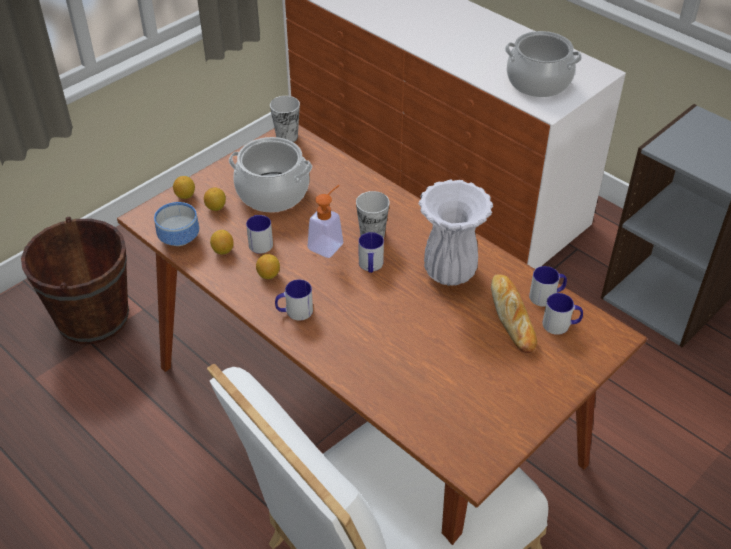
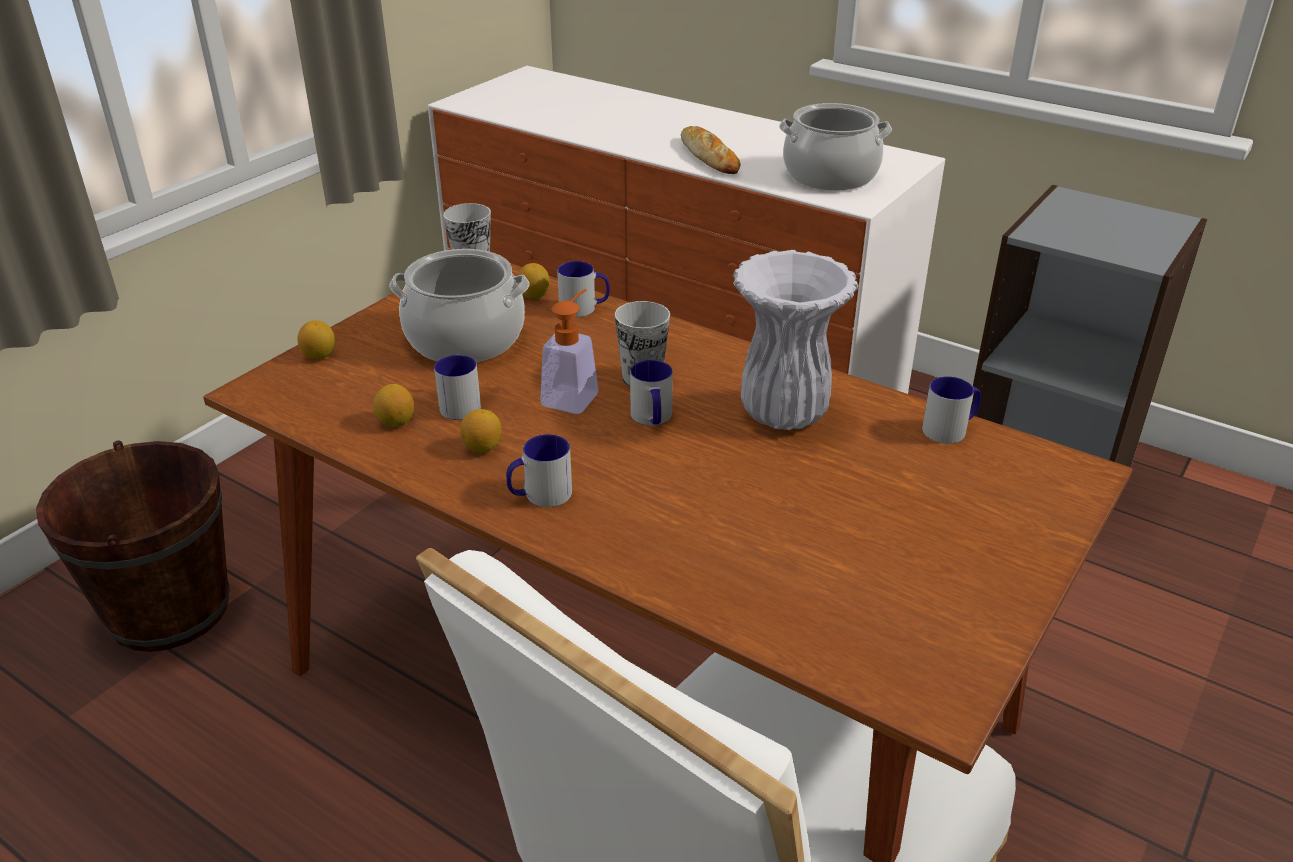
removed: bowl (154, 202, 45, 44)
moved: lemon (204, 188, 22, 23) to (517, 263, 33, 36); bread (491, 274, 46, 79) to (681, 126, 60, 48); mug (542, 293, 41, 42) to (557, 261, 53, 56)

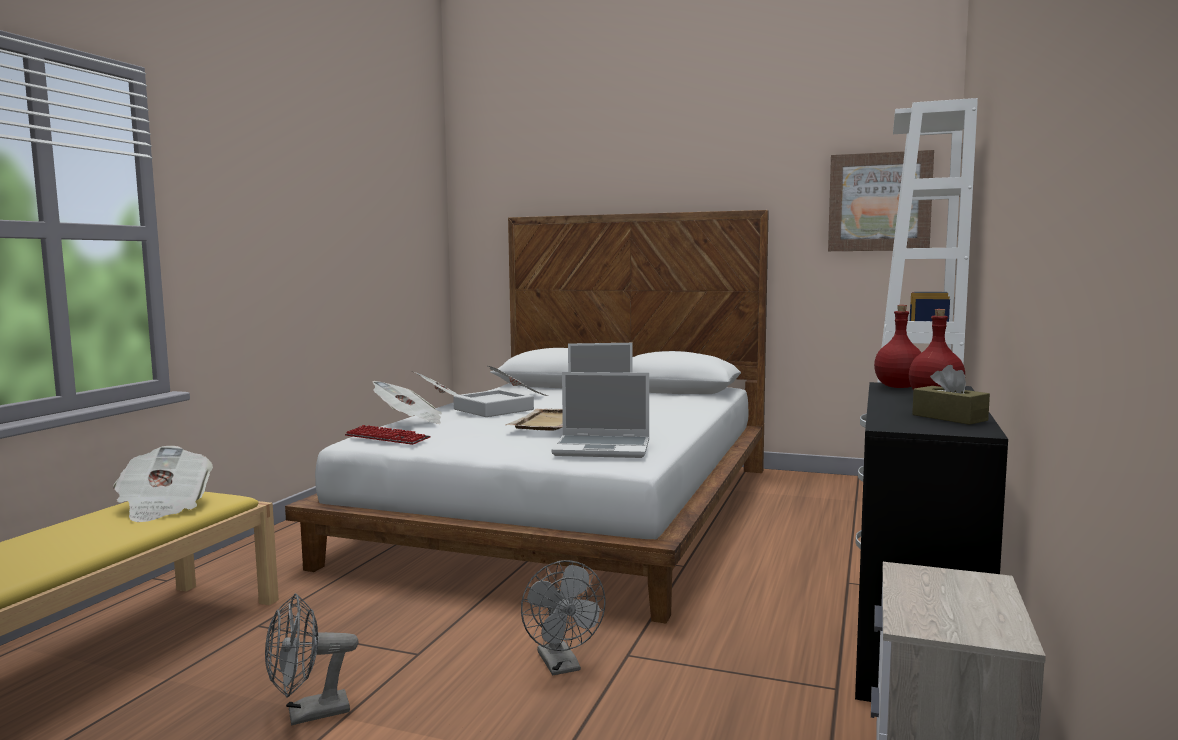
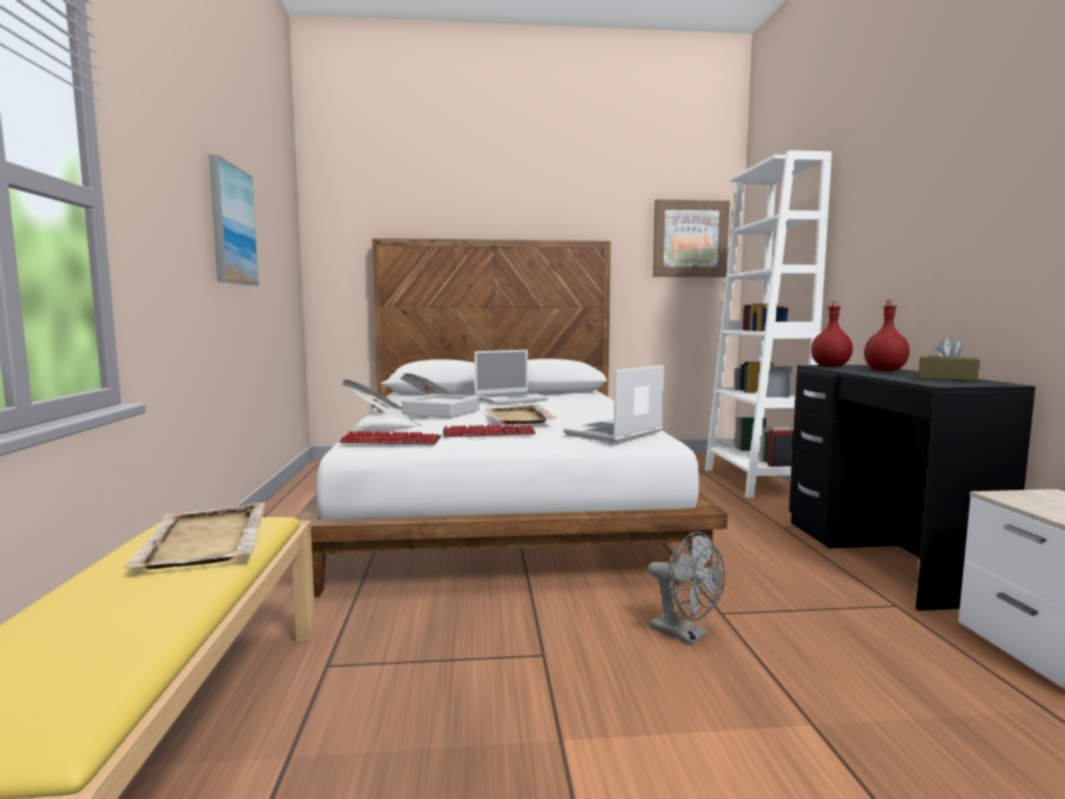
removed: grey fan (265, 593, 94, 133)
added: picture (209, 155, 50, 131); keyboard (443, 424, 93, 13)
replaced: newspaper (113, 446, 100, 76) to beige tray (124, 502, 142, 67)
turned: laptop (552, 372, 97, 86) = (563, 365, 101, 78) 150 degrees clockwise

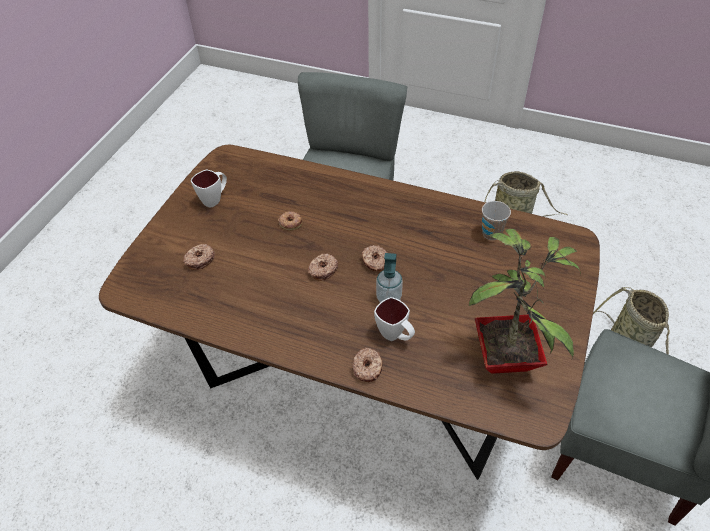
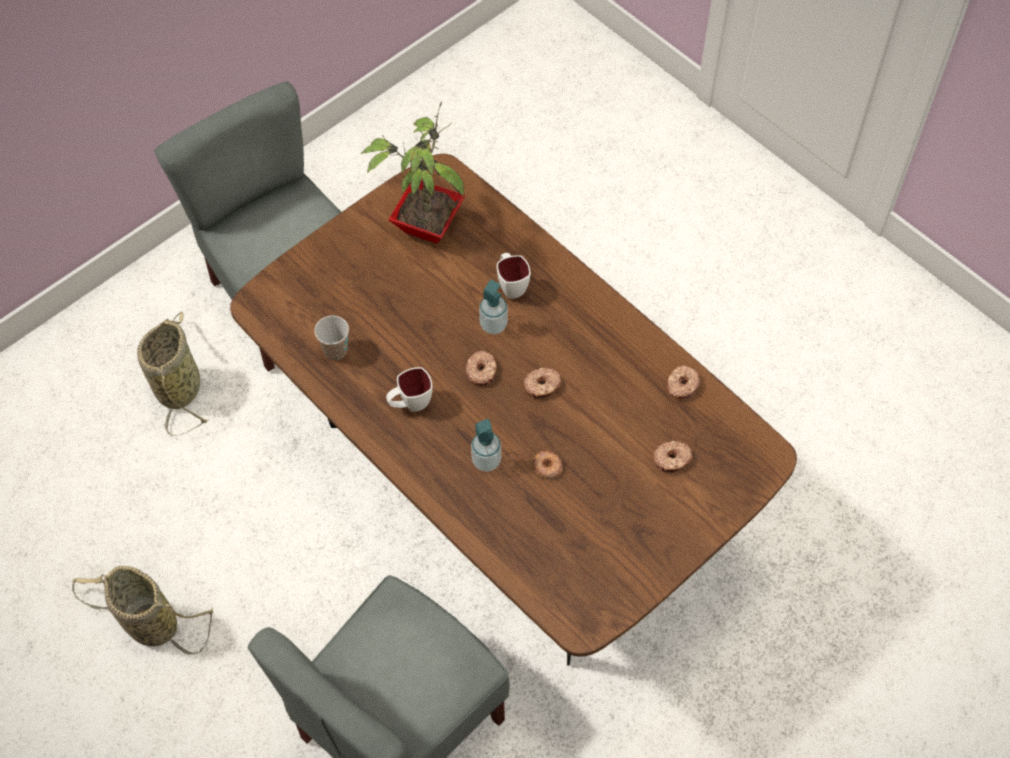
added: soap dispenser (471, 419, 30, 53)
moved: white mug (191, 170, 36, 38) to (386, 367, 46, 45); donut (352, 348, 31, 34) to (667, 365, 33, 35)

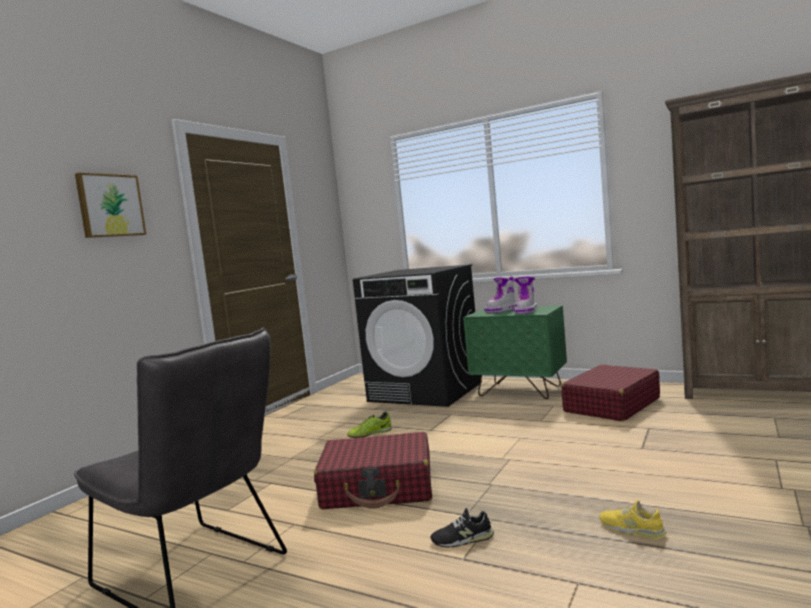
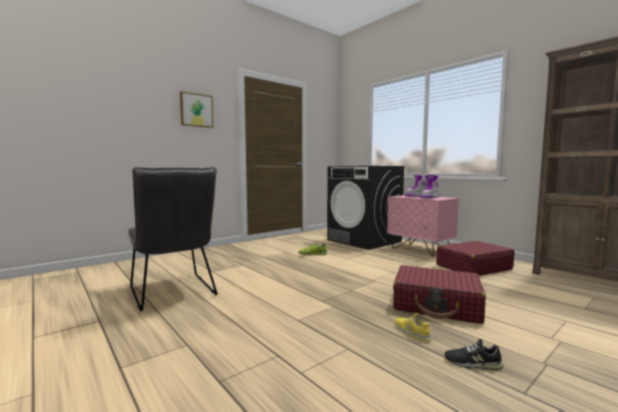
moved: red suitcase (314, 432, 118, 77) to (393, 265, 93, 59); black shoe (430, 508, 64, 39) to (445, 339, 59, 31)
recoloured: green nightstand (463, 305, 104, 94) to pink nightstand (387, 195, 72, 62)

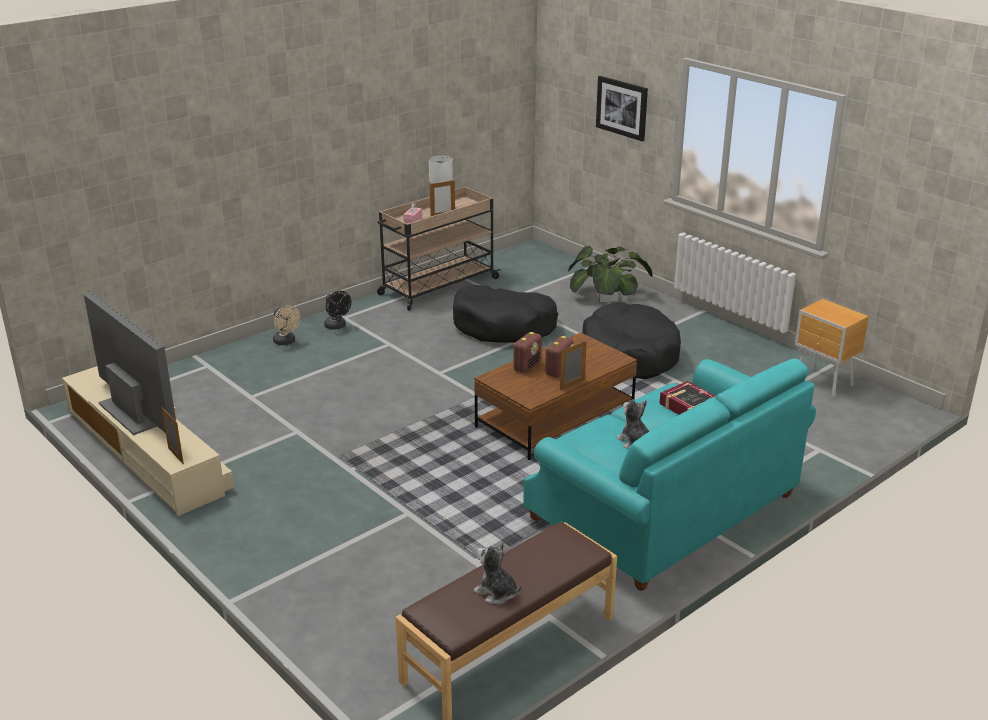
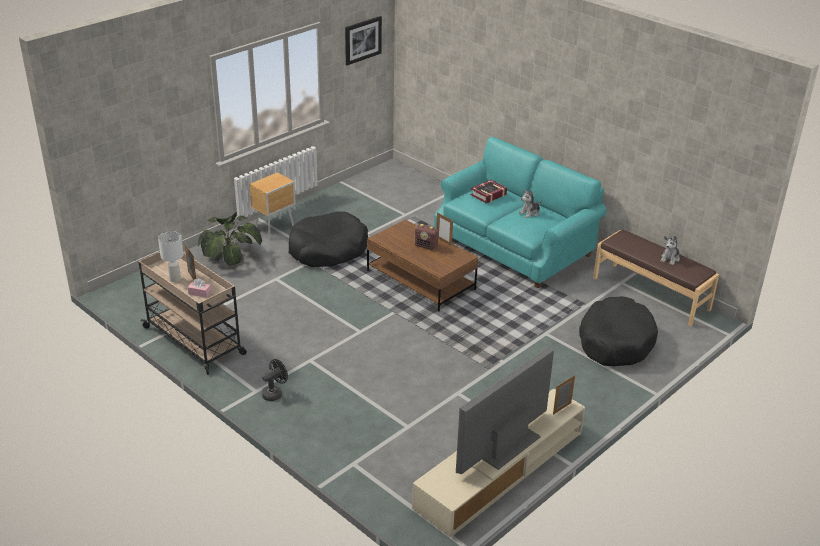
removed: beige fan (273, 305, 28, 40); radio (513, 332, 29, 41)
moved: black dog bed (453, 285, 105, 57) to (579, 296, 79, 70); picture (596, 76, 52, 65) to (345, 16, 37, 50); brown nightstand (795, 299, 74, 98) to (249, 172, 47, 67)

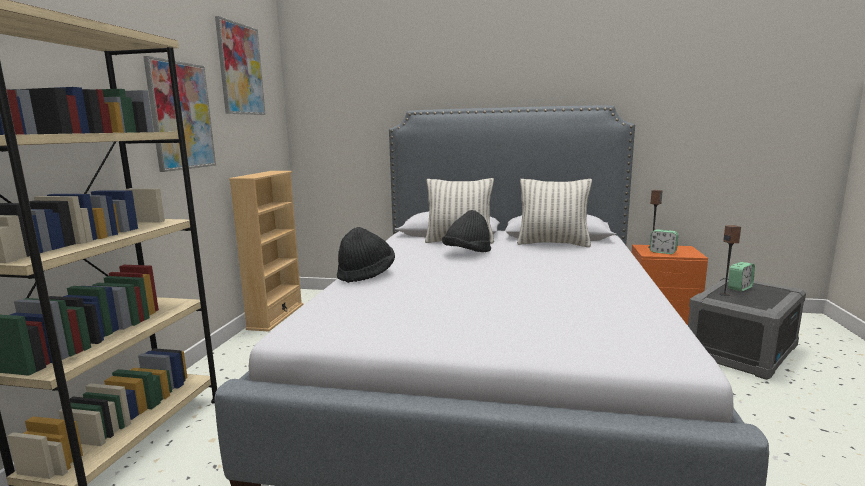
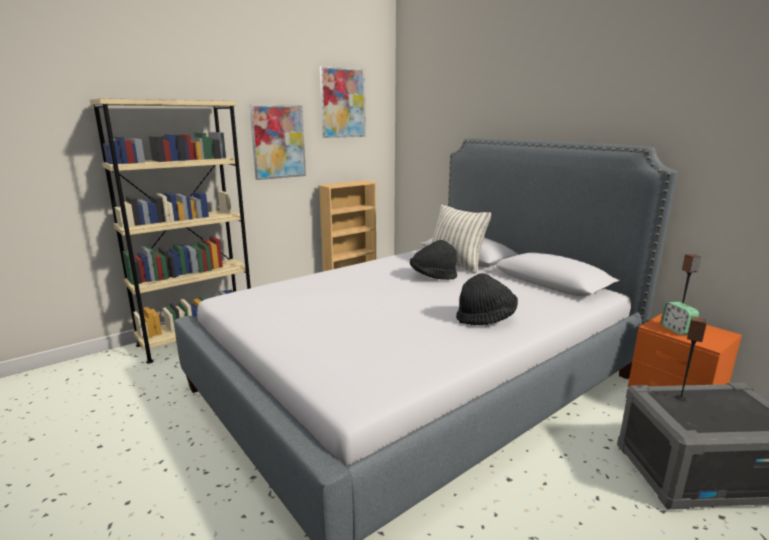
removed: pillow (517, 179, 75, 68); alarm clock (728, 262, 27, 29)
moved: black hat (337, 227, 58, 56) to (456, 273, 62, 52)

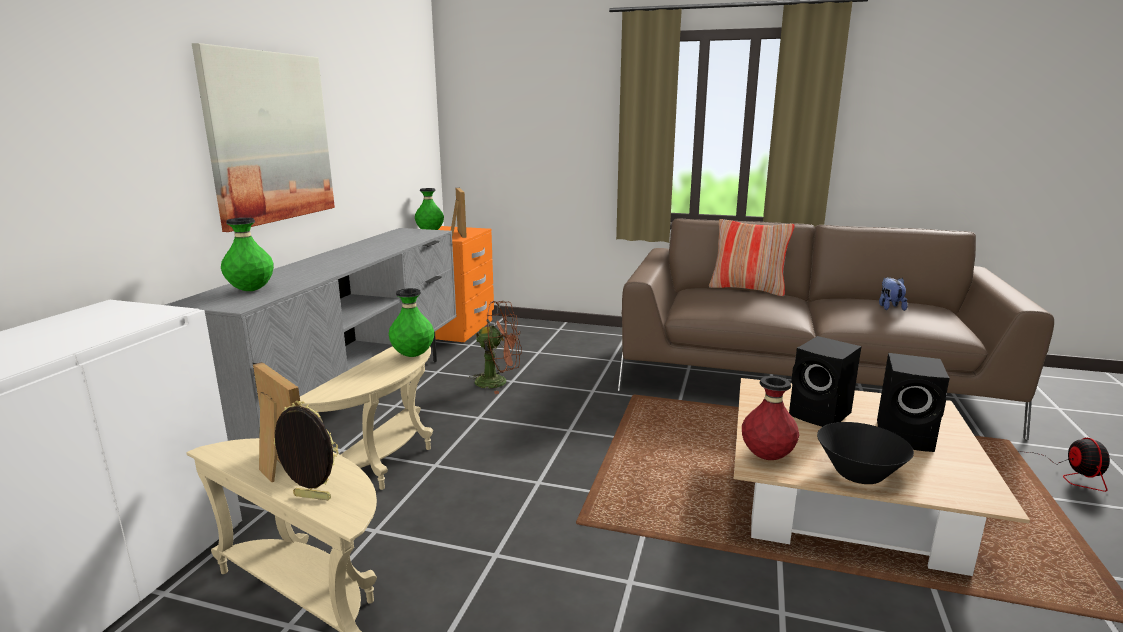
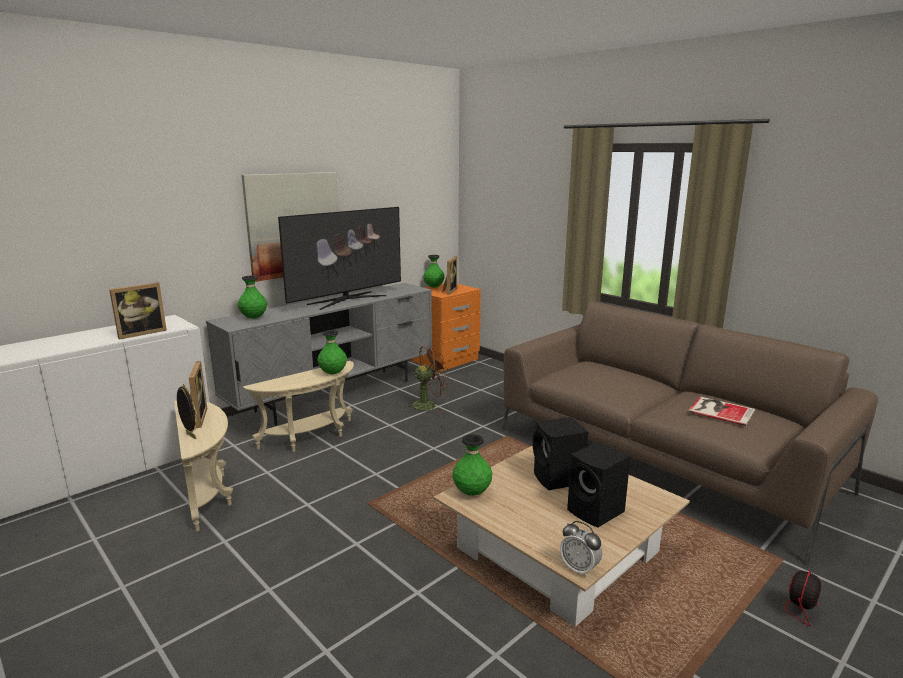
removed: pillow (709, 219, 86, 77); black bowl (817, 422, 97, 62)
added: picture frame (109, 282, 58, 58); television (278, 207, 123, 103); alarm clock (560, 521, 42, 57)
replaced: plush toy (879, 277, 29, 34) to book (688, 396, 67, 30)
recoloured: red vase (742, 376, 57, 84) to green vase (452, 434, 41, 62)
turned: brown fan (468, 301, 54, 93) = (404, 345, 46, 67) 60 degrees counterclockwise

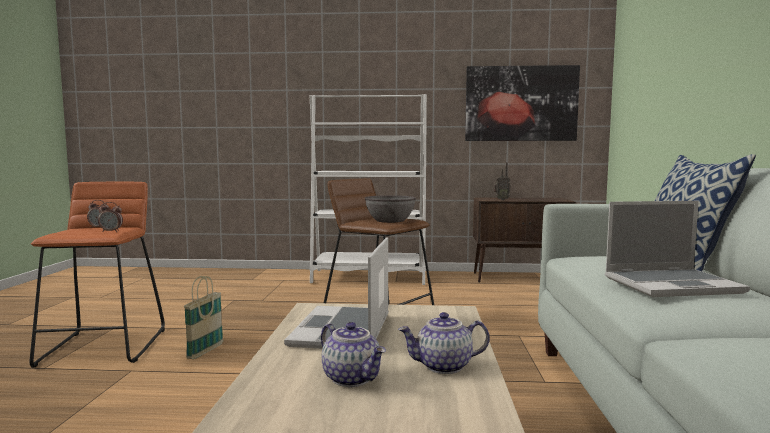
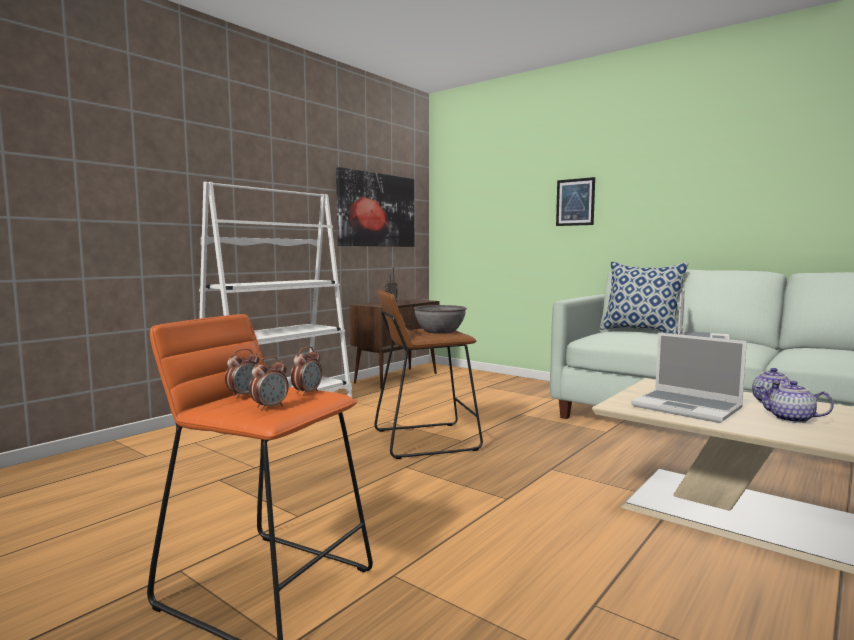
removed: basket (184, 276, 39, 83)
added: alarm clock (249, 356, 40, 55); picture (556, 177, 39, 49)
turned: teapot (321, 322, 65, 65) = (755, 381, 79, 42) 135 degrees counterclockwise

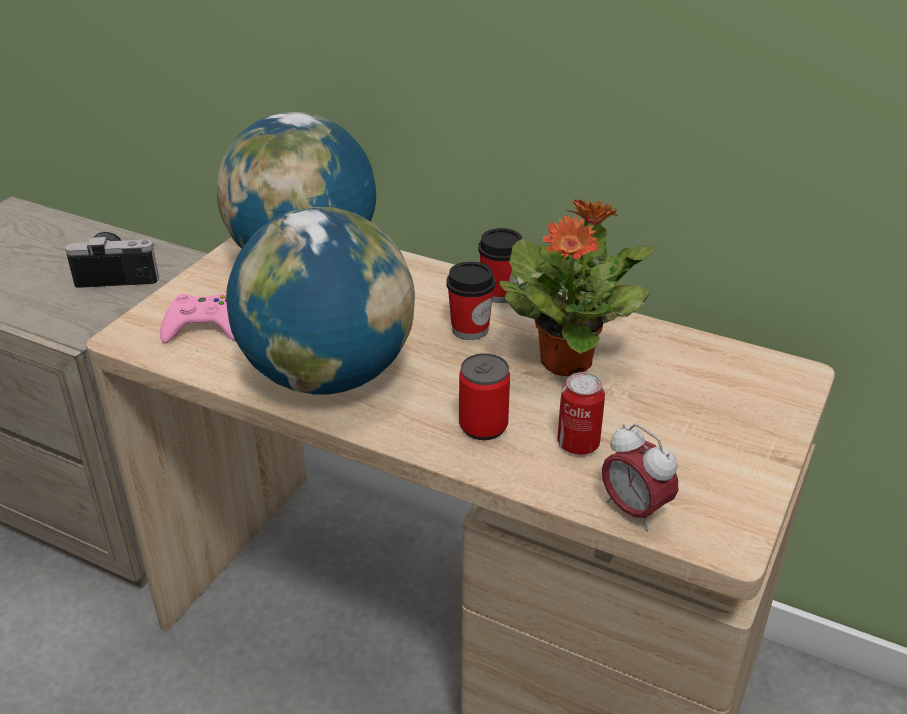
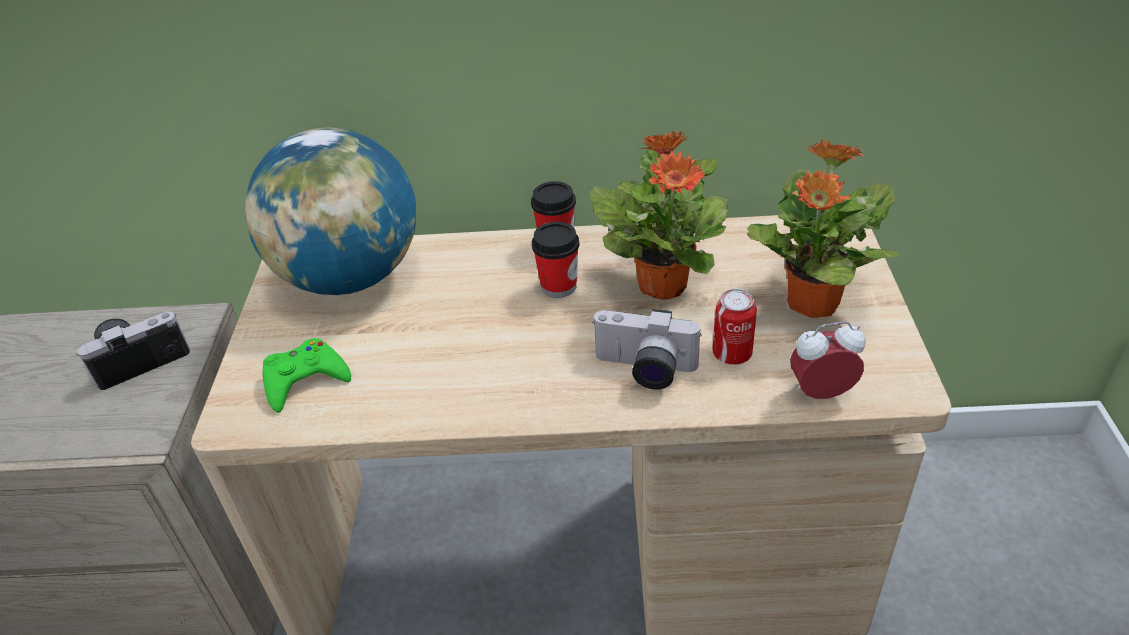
removed: globe (226, 207, 189, 187)
added: potted plant (747, 139, 152, 179)
replaced: can (459, 353, 51, 87) to photo camera (592, 309, 110, 81)
recoloured: pink game controller (160, 294, 75, 49) to green game controller (263, 338, 88, 75)
turned: alarm clock (602, 424, 76, 107) = (790, 321, 76, 78) 150 degrees clockwise

